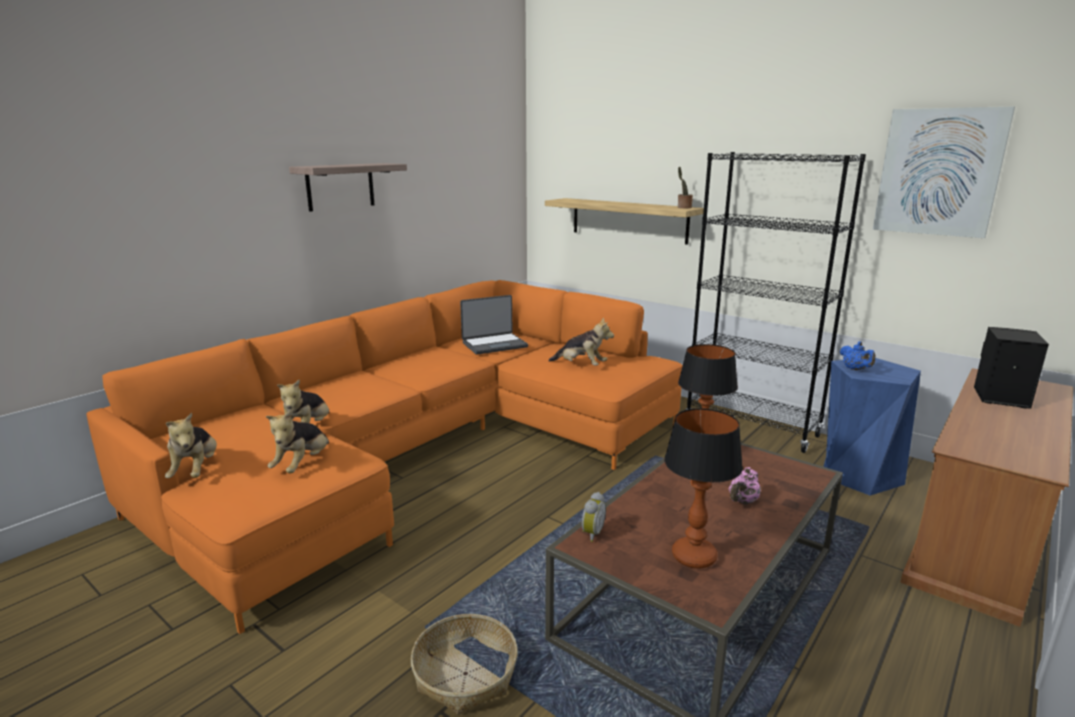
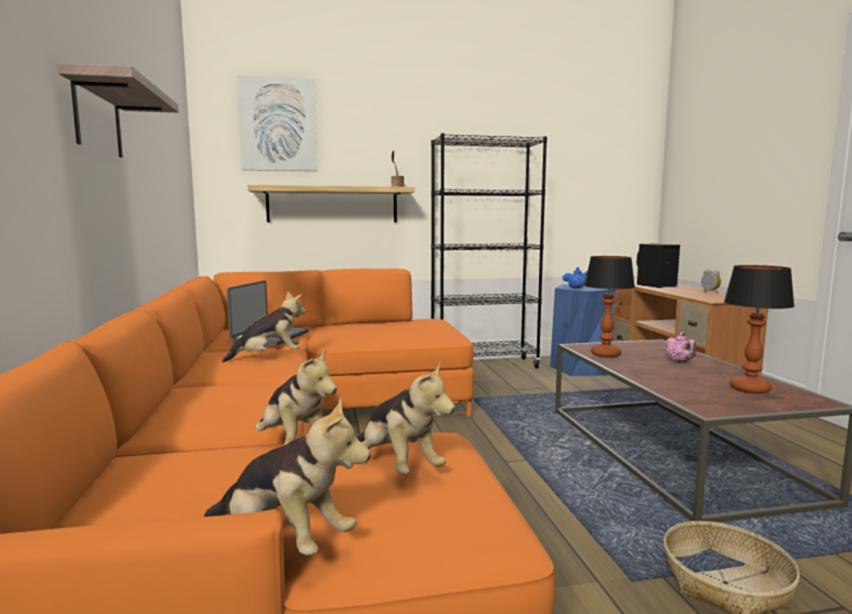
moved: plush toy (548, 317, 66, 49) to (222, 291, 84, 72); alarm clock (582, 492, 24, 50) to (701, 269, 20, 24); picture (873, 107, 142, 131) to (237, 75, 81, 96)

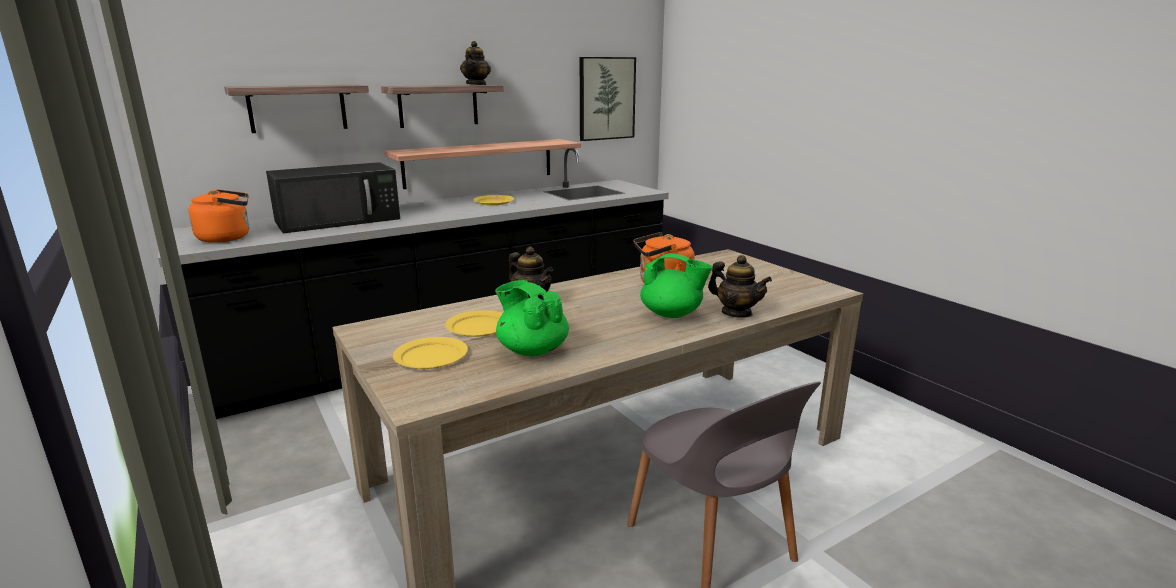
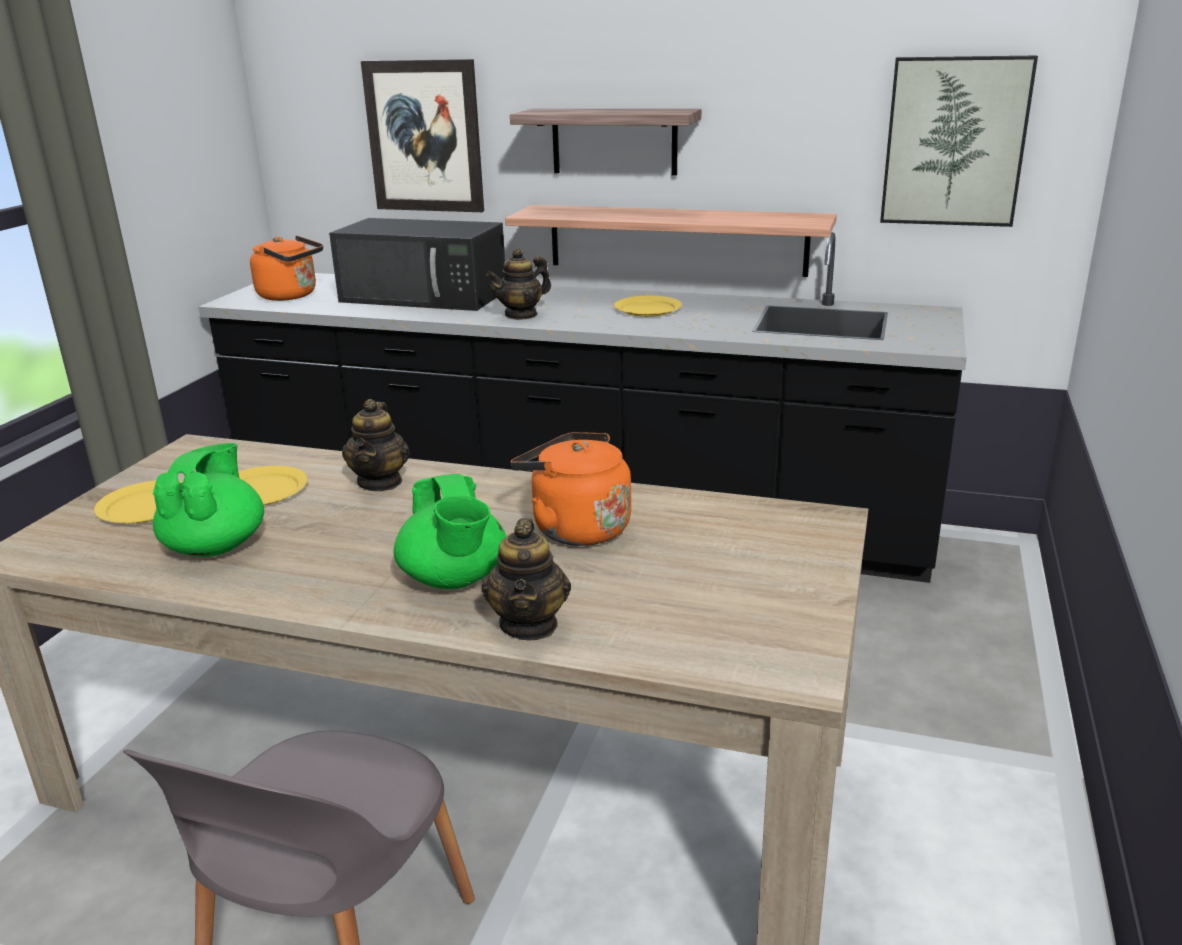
moved: teapot (460, 41, 31, 44) to (486, 248, 65, 72)
replaced: shelf (224, 85, 145, 48) to picture (361, 59, 123, 153)

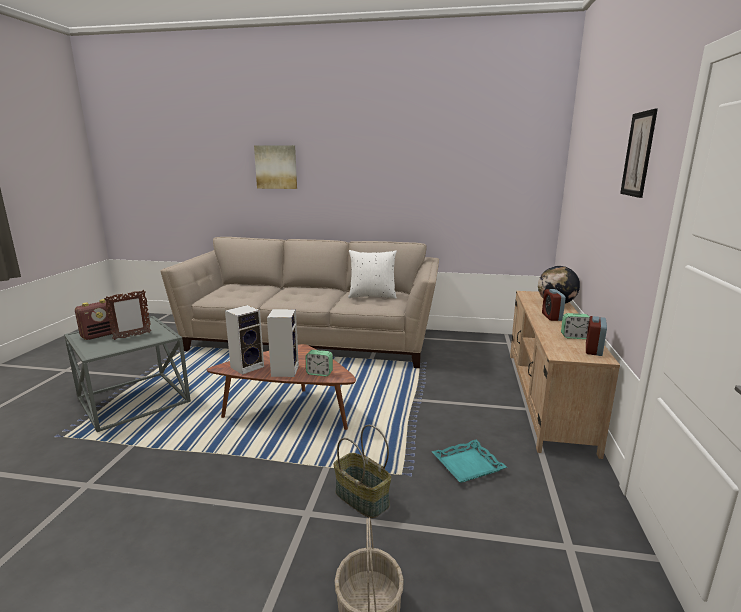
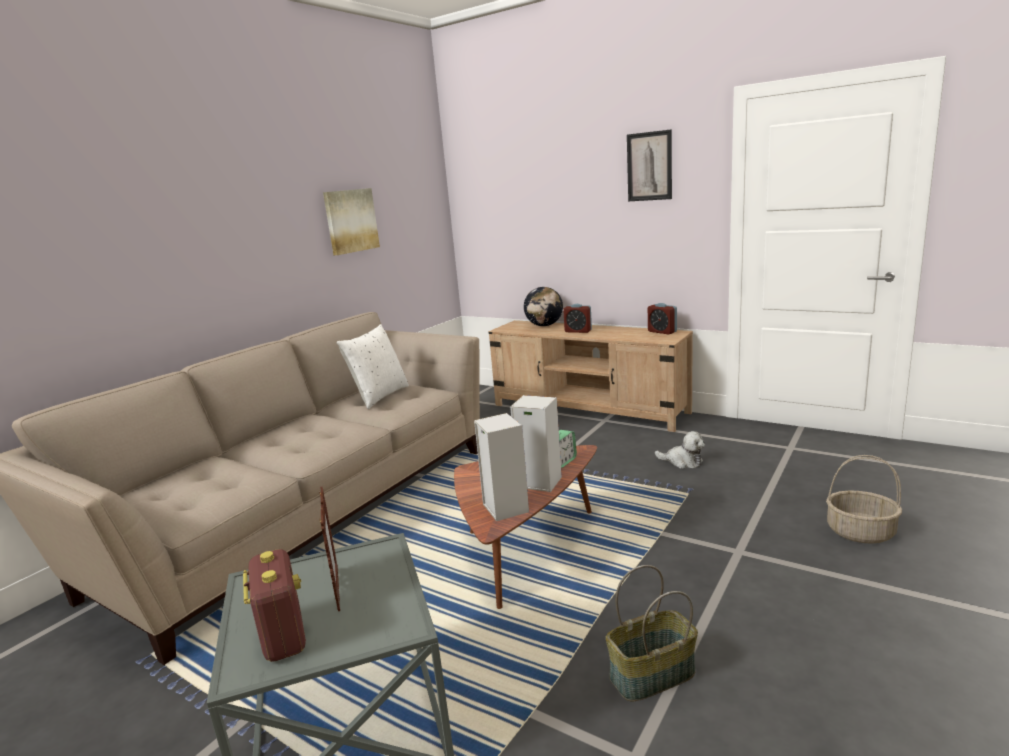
removed: alarm clock (561, 313, 29, 26)
moved: picture (254, 145, 43, 44) to (323, 188, 57, 67); basket (334, 425, 57, 93) to (606, 565, 92, 137)
replaced: turquoise tray (432, 440, 75, 43) to plush toy (655, 431, 50, 38)

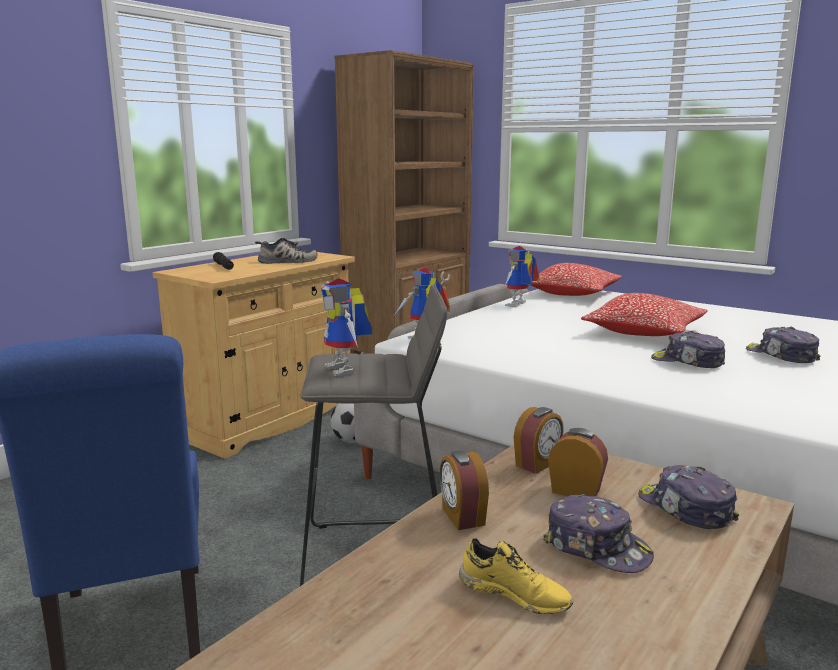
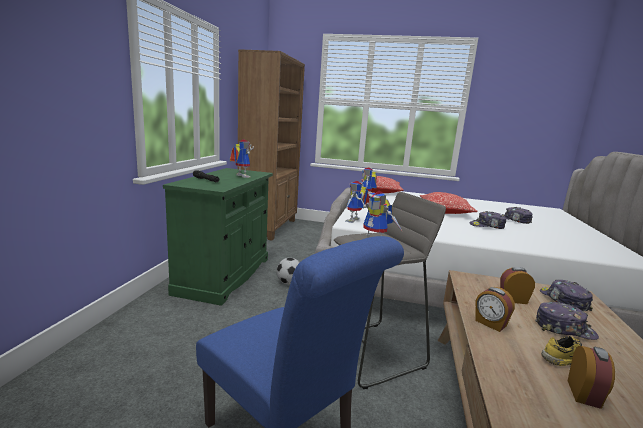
moved: alarm clock (514, 407, 50, 67) to (568, 346, 47, 63)
replaced: shoe (255, 238, 63, 26) to toy robot (230, 139, 24, 39)
recoloured: beige cabinet (153, 252, 202, 207) to green cabinet (163, 168, 110, 137)
turned: cap (638, 465, 101, 64) = (540, 280, 53, 31) 45 degrees clockwise

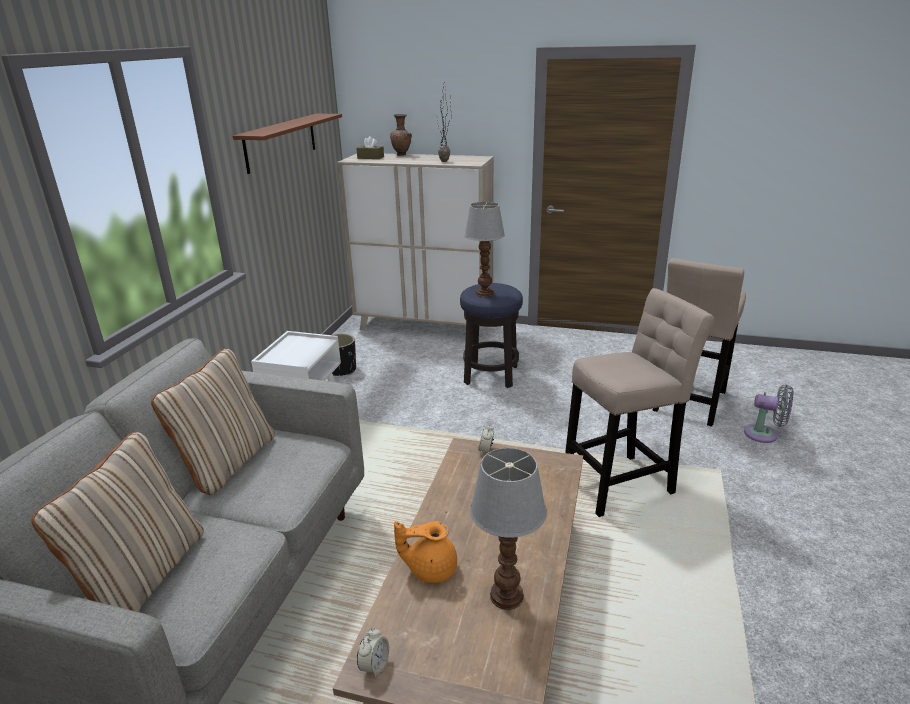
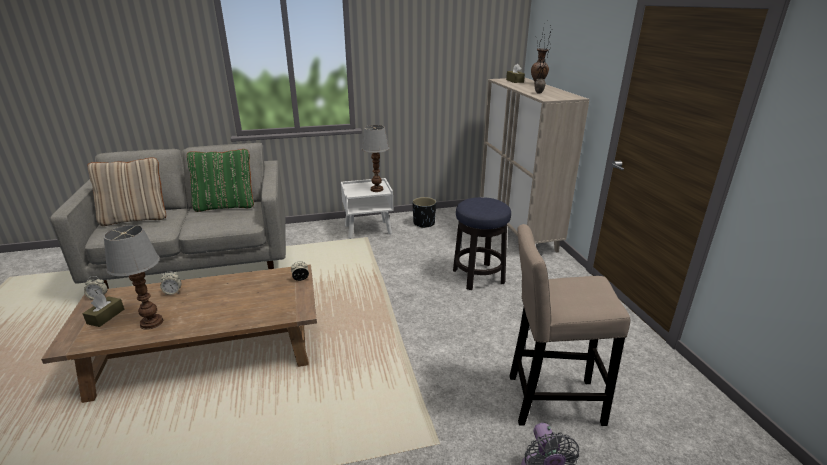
removed: brown shelf (233, 114, 109, 60); beige stool (565, 288, 149, 229)
added: brown tissue box (83, 294, 41, 33)
moved: table lamp (464, 202, 41, 95) to (361, 125, 29, 67)
replaced: orange teapot (394, 521, 63, 62) to alarm clock (160, 272, 21, 23)
recoloured: beige pillow (151, 348, 124, 148) to green pillow (187, 149, 67, 63)

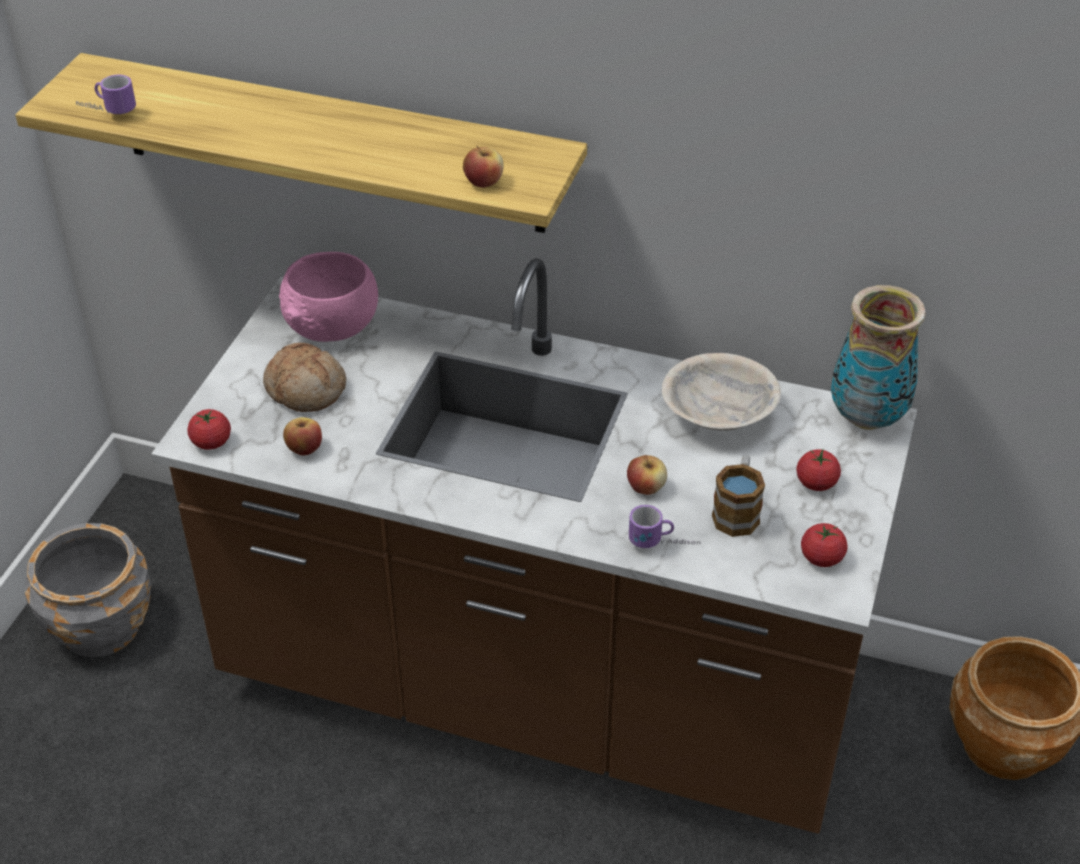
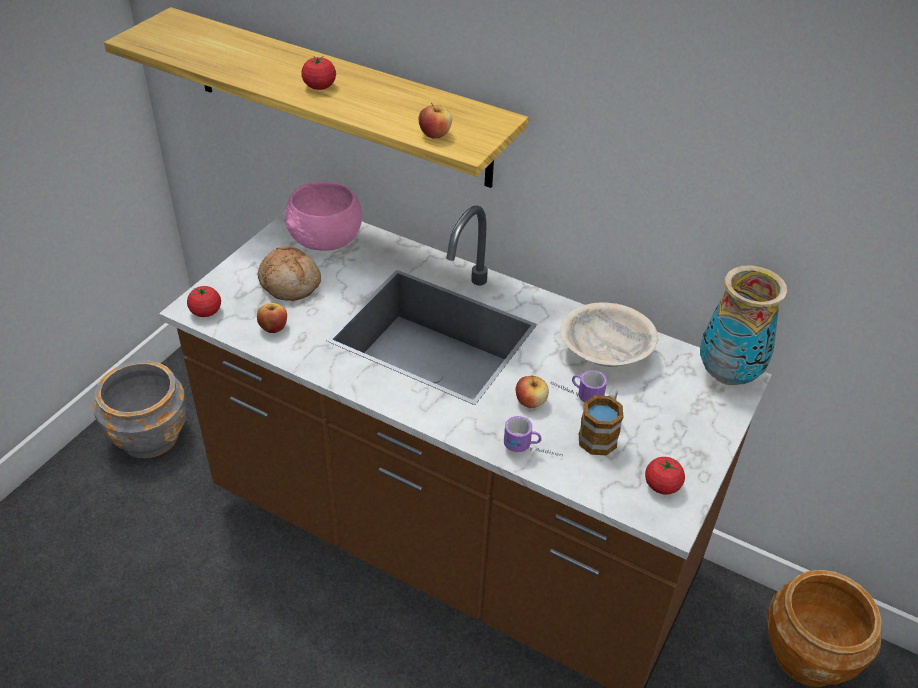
moved: mug (76, 75, 60, 39) to (551, 370, 56, 32); tomato (796, 449, 45, 42) to (301, 57, 35, 33)

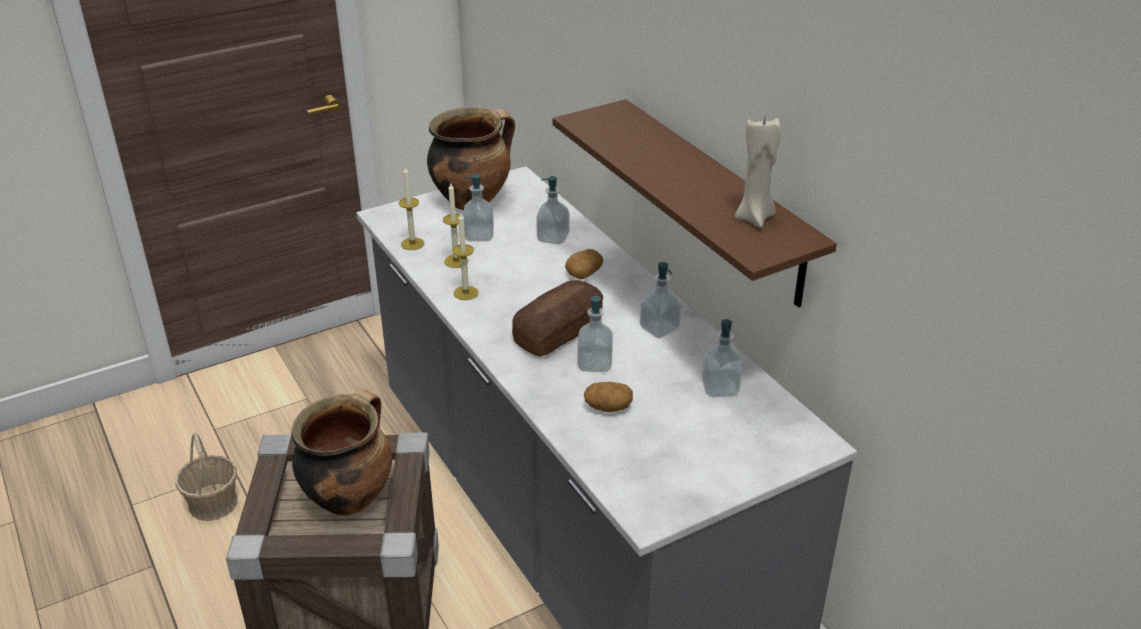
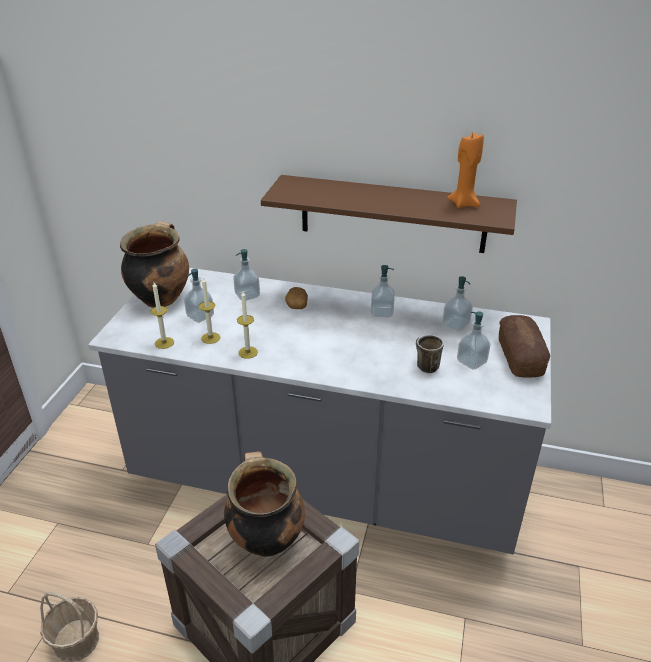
moved: bread (512, 280, 91, 77) to (499, 315, 51, 63); soap dispenser (577, 294, 36, 78) to (457, 311, 34, 59)
replaced: potato (584, 382, 49, 30) to mug (416, 335, 28, 38)
recoloured: beige candle (735, 118, 46, 110) to orange candle (447, 132, 37, 76)

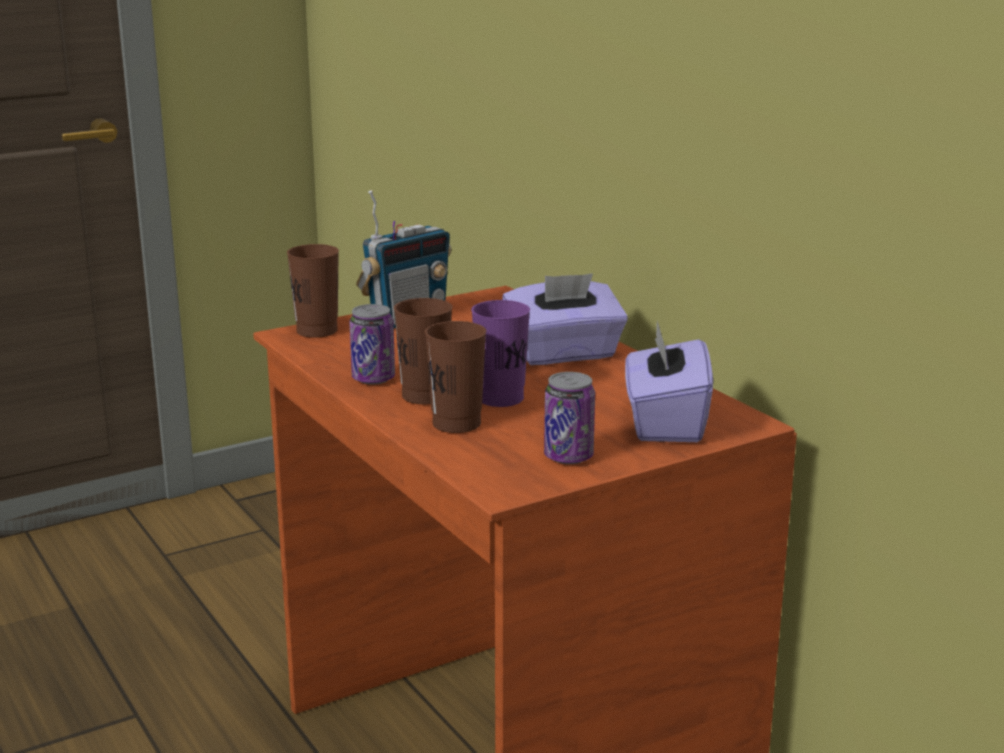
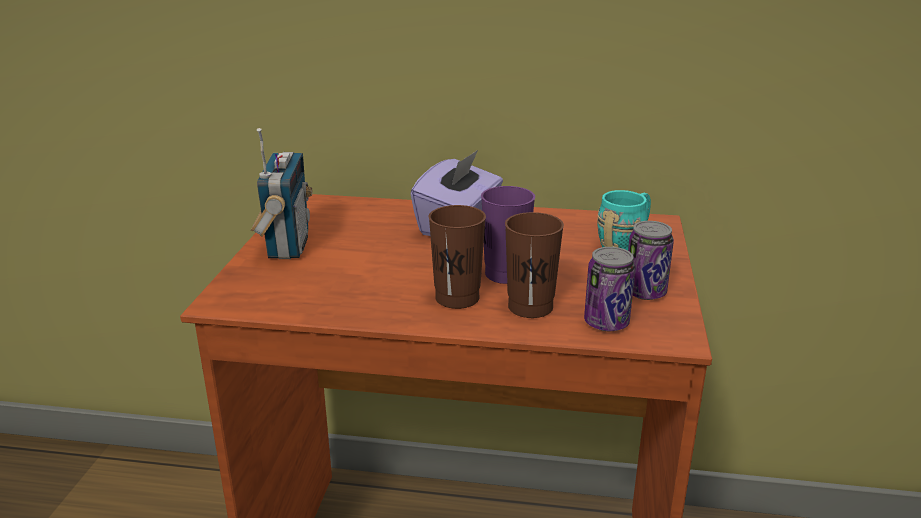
removed: brown cup (287, 244, 52, 94)
moved: can (350, 304, 45, 81) to (584, 247, 51, 84)
replaced: purple tissue box (625, 321, 88, 121) to turquoise mug (597, 190, 54, 60)

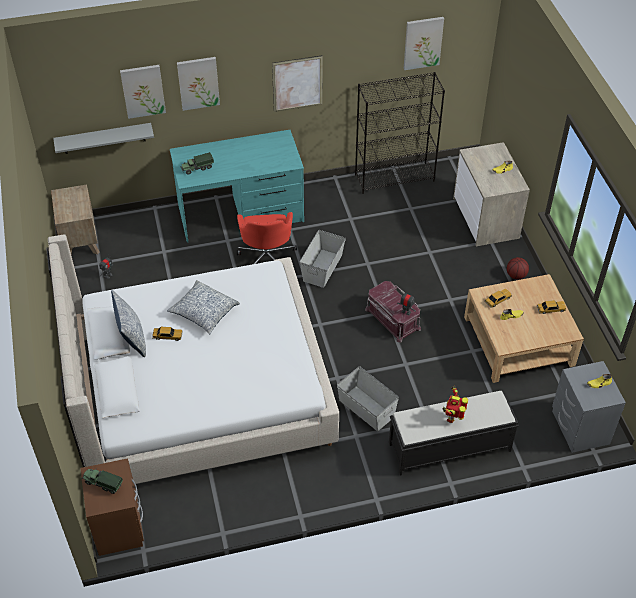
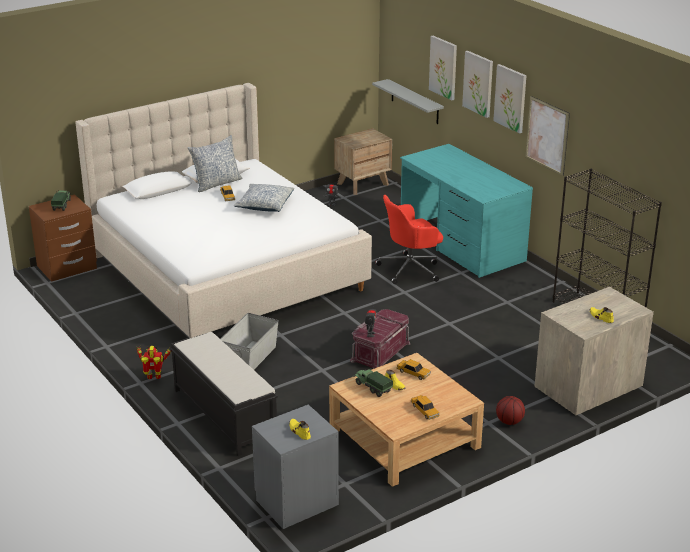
removed: grey storage box (300, 230, 46, 58)
moved: toy truck (180, 152, 34, 23) to (353, 369, 40, 28); picture (404, 17, 40, 53) to (493, 64, 34, 69); toy robot (443, 385, 25, 38) to (137, 346, 35, 33)

